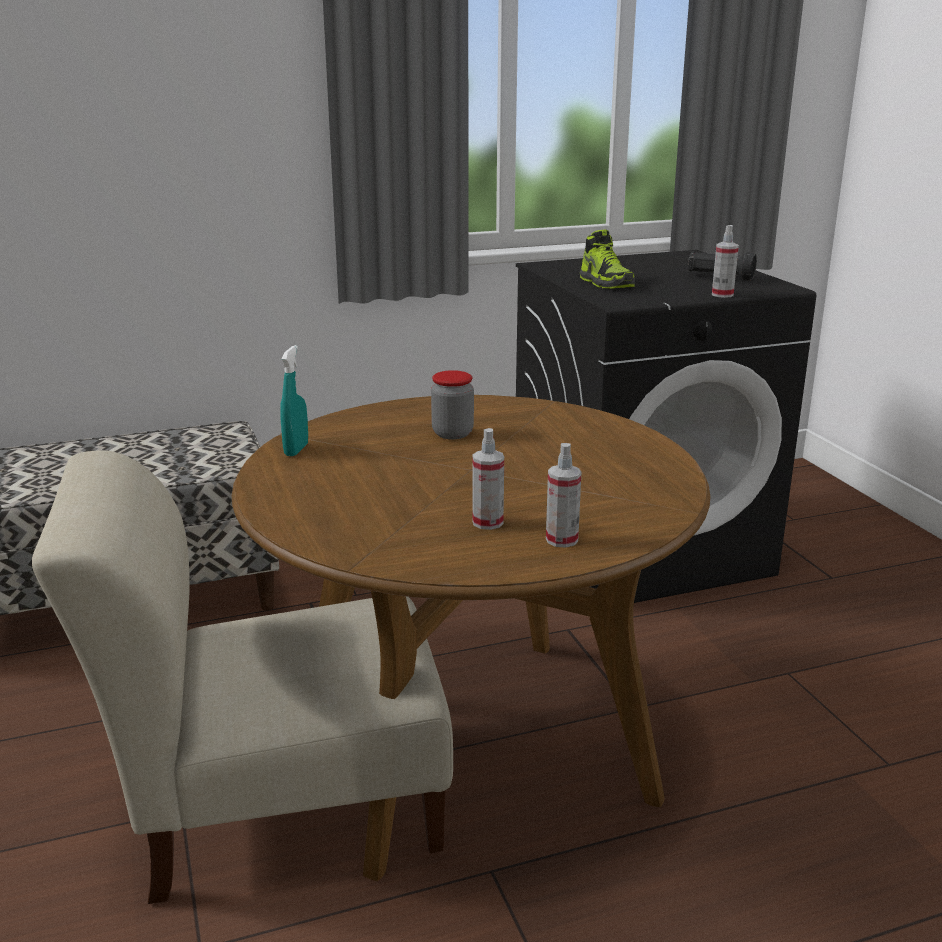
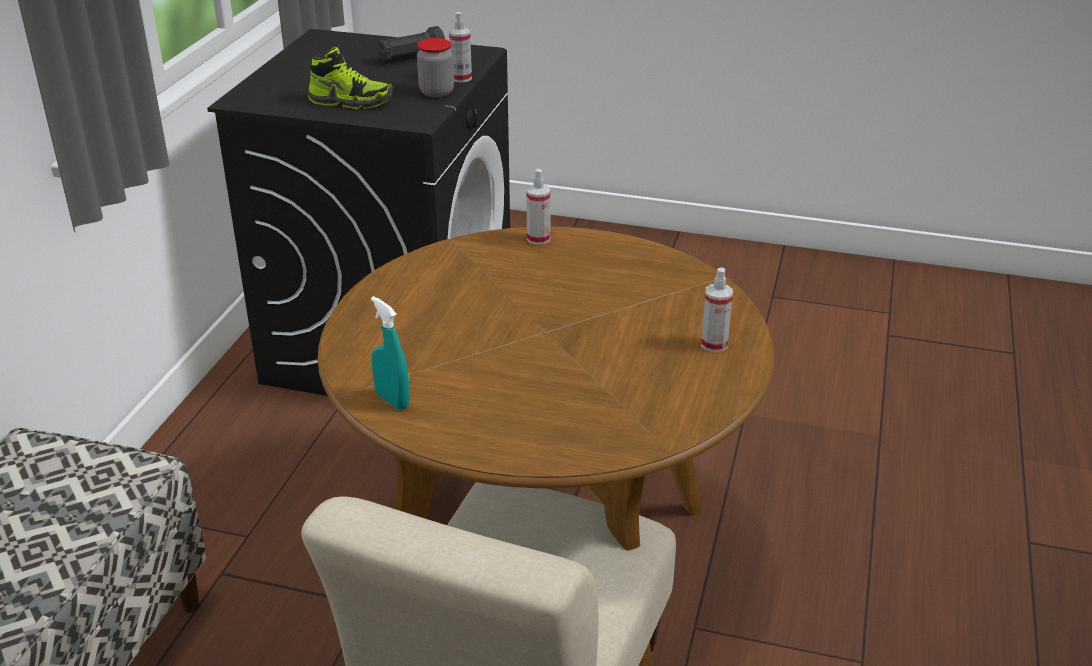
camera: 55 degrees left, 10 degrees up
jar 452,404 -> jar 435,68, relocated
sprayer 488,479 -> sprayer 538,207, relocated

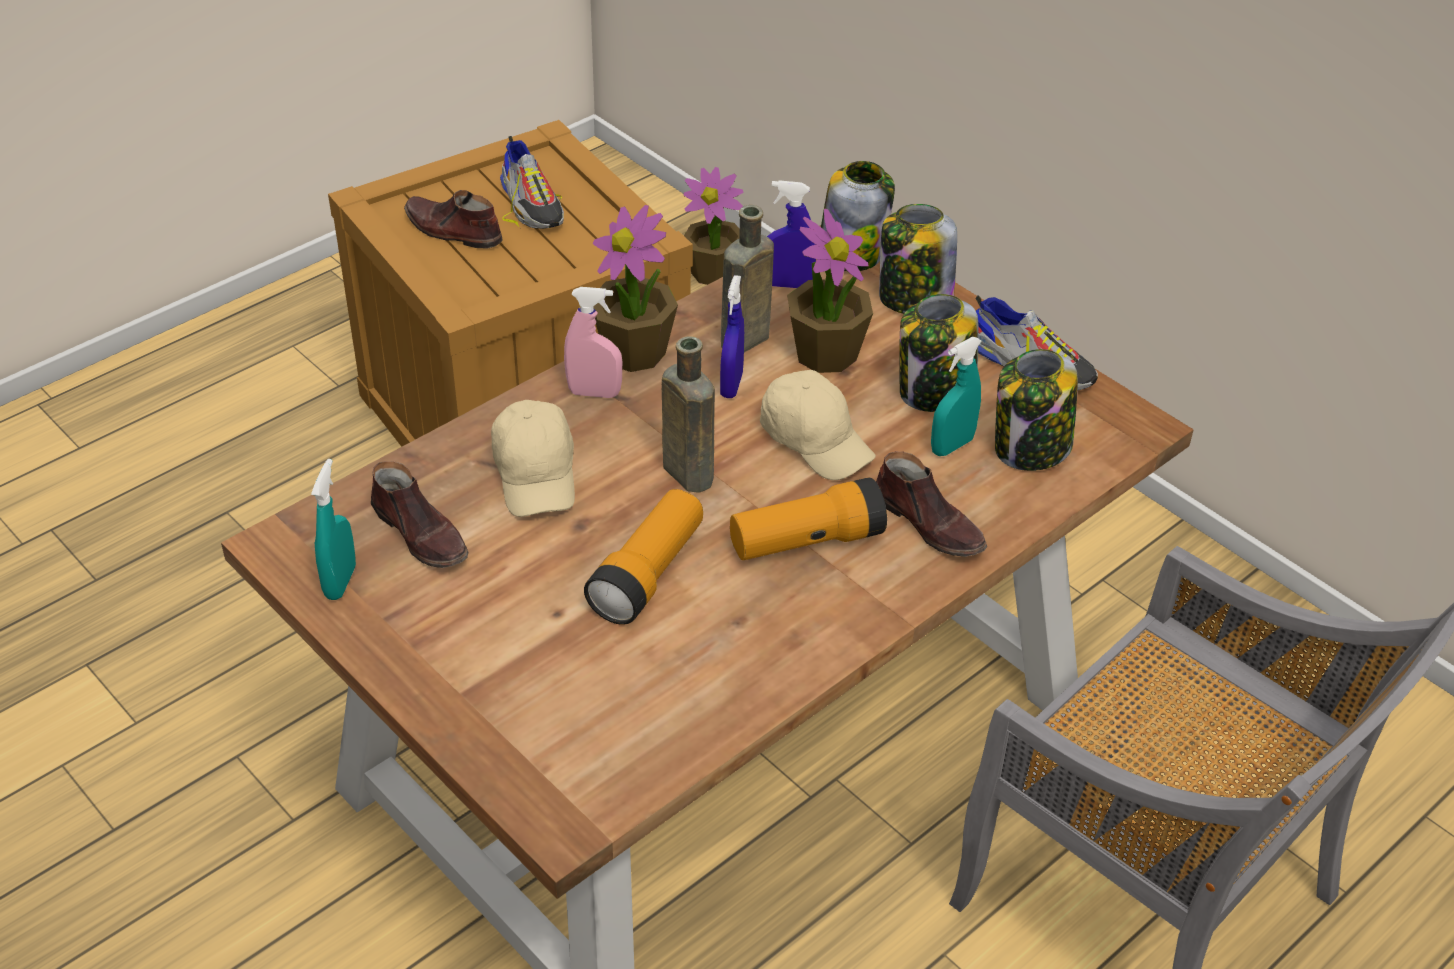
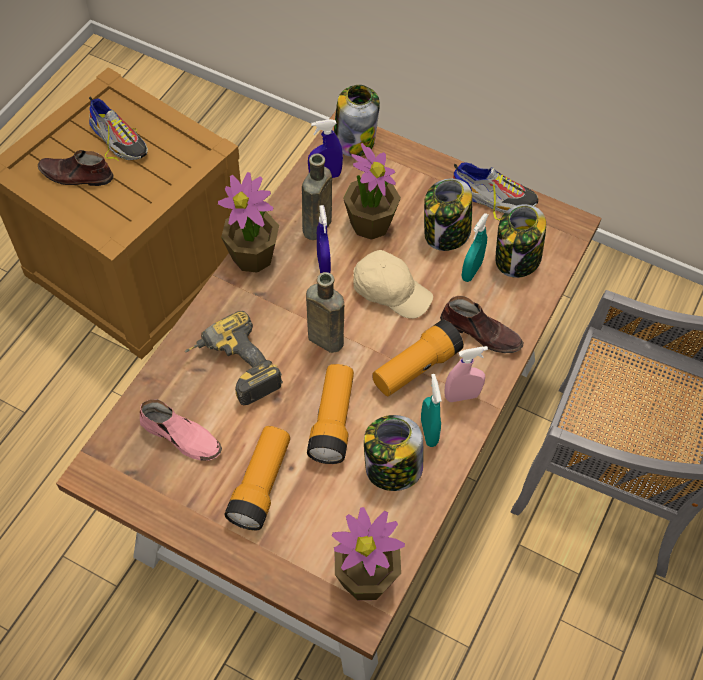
camera: 20 degrees left, 15 degrees up
brown item of footwear 419,514 -> pink item of footwear 181,430
beige-coloured cap 533,458 -> drill 234,358
none -> torch 257,478
plant in a pot 714,226 -> plant in a pot 368,553, relocated
jar 918,259 -> jar 393,453, relocated
turquoise sprayer 333,529 -> turquoise sprayer 431,410, relocated
pink sprayer 593,342 -> pink sprayer 466,374, relocated

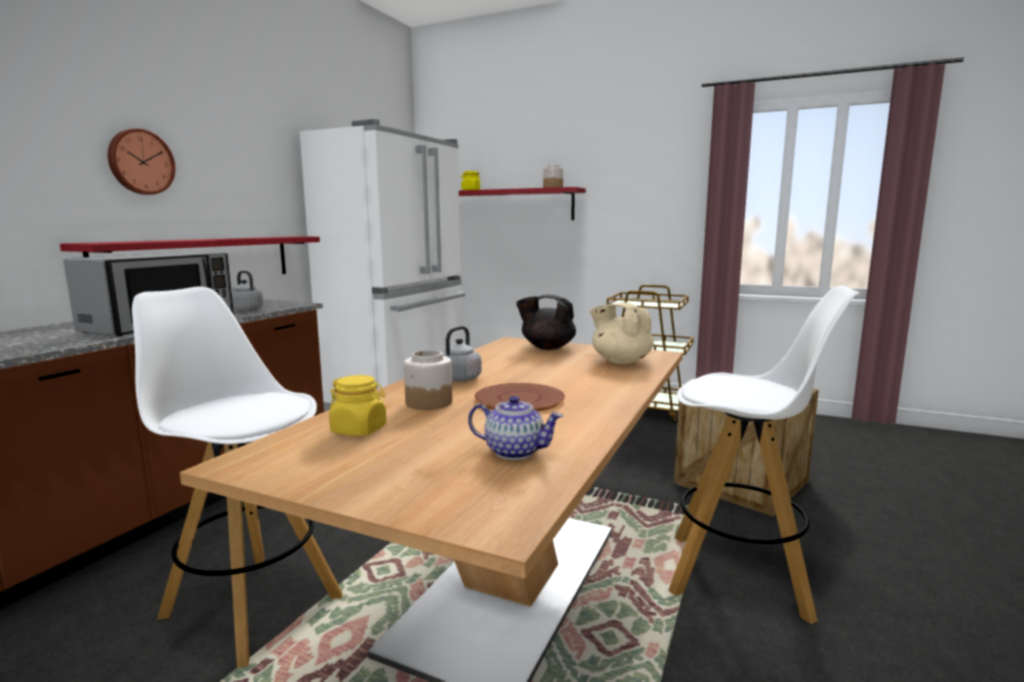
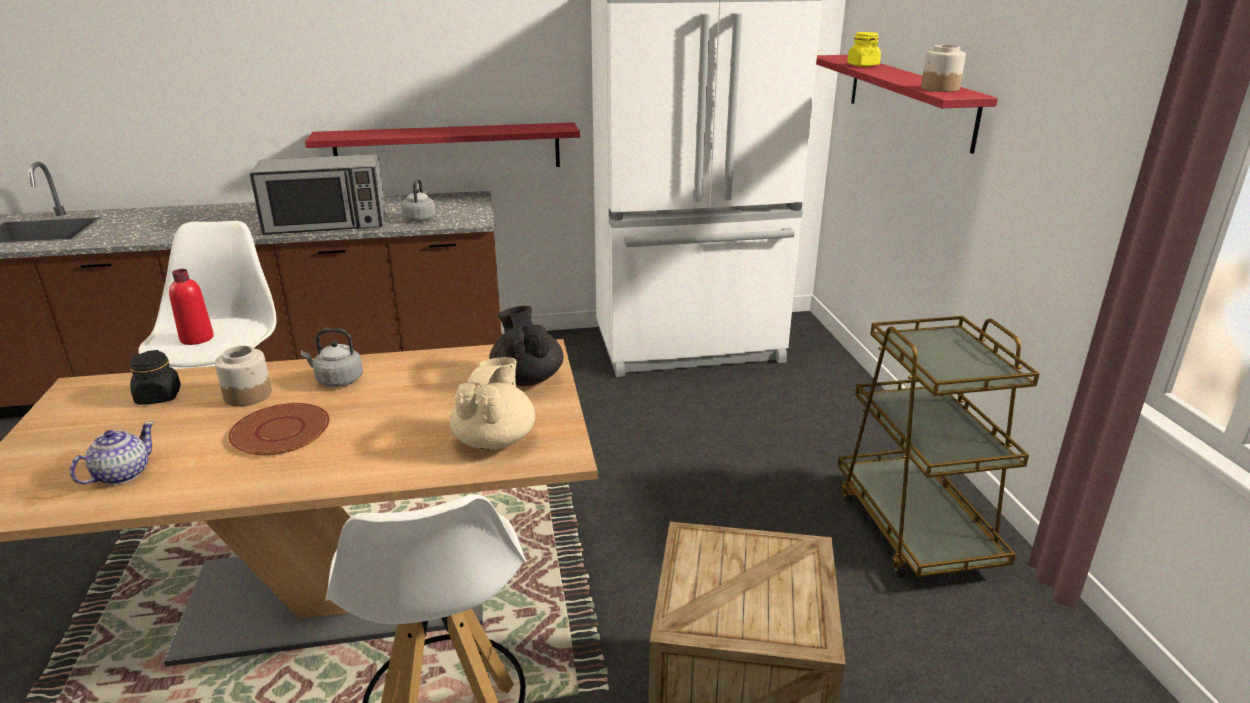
camera: 55 degrees right, 15 degrees up
teapot 515,428 -> teapot 112,453, 135 degrees counterclockwise
yellowish jar 357,405 -> black jar 155,377
none -> red-coloured beverage bottle 191,307
hanging clock 141,162 -> none

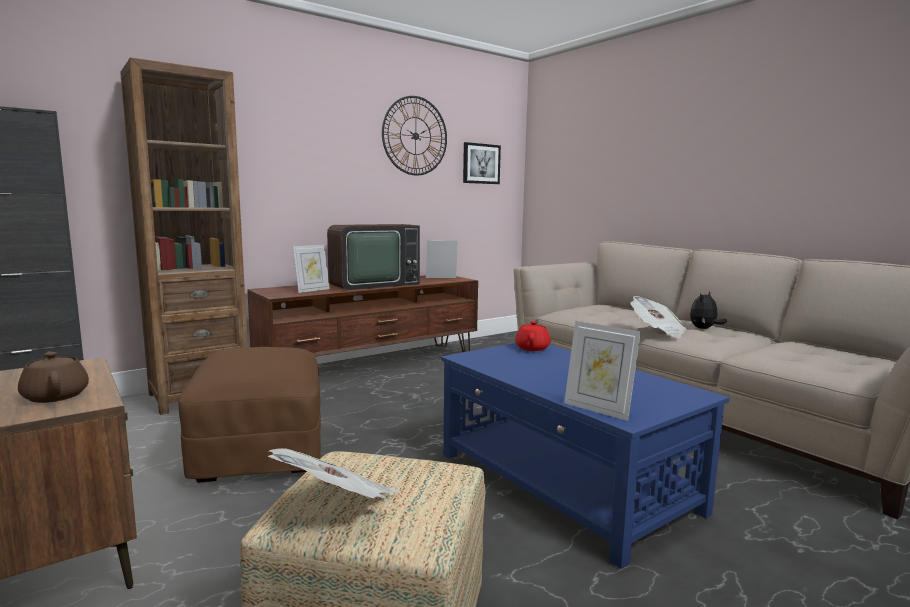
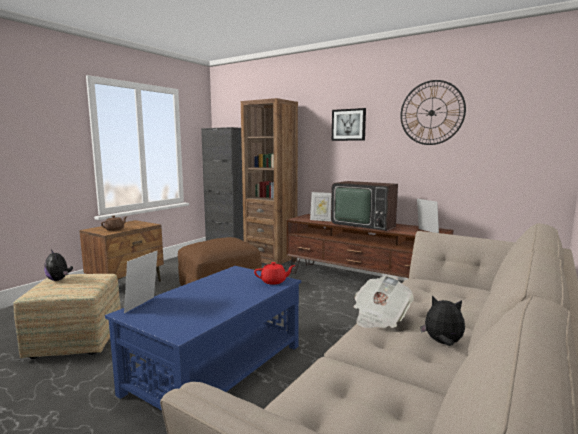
camera: 70 degrees right, 0 degrees up
printed paper 334,473 -> cuddly toy 58,265
picture 482,163 -> picture 349,124, relocated

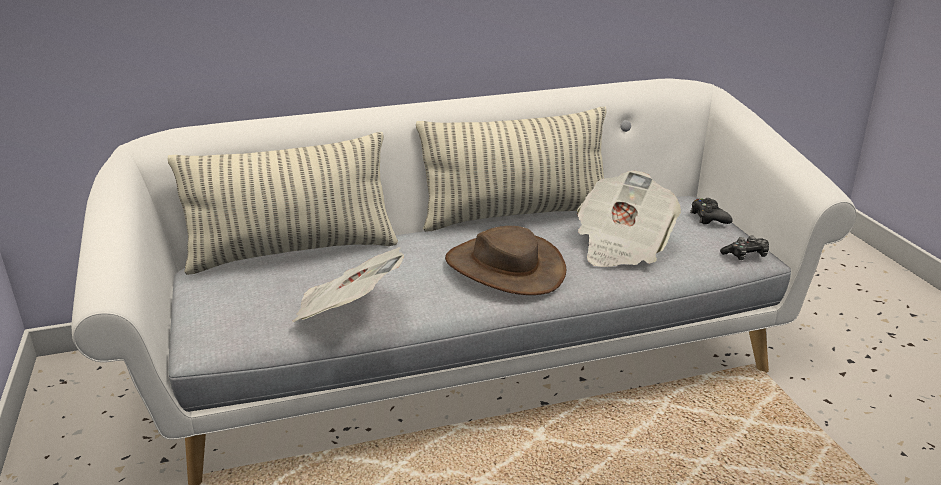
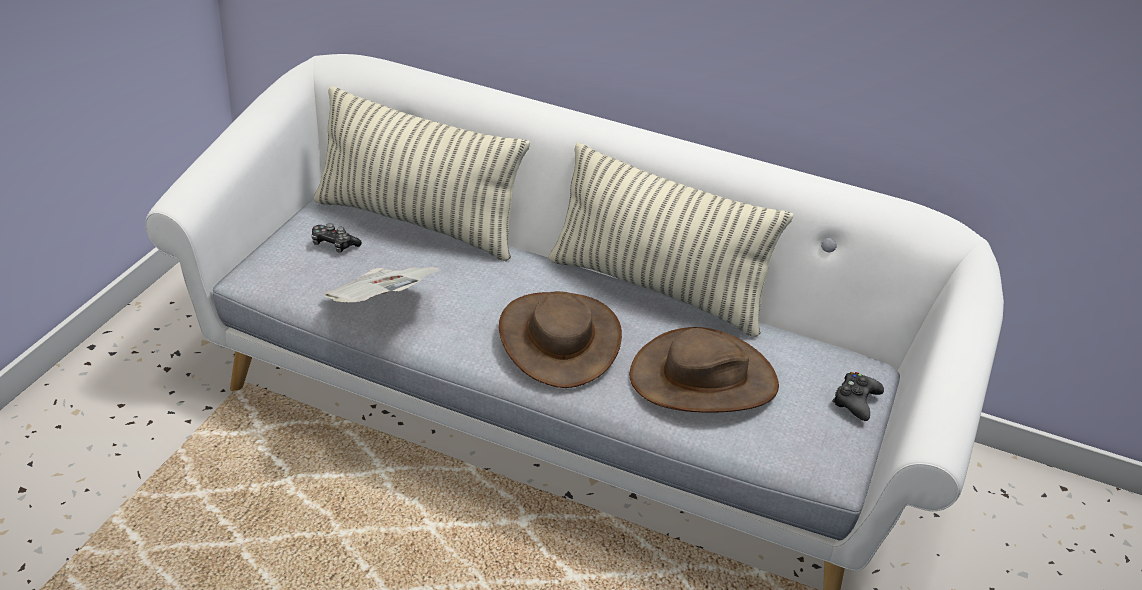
camera: 35 degrees right, 10 degrees up
gamepad 744,248 -> gamepad 337,238, relocated
printed paper 629,219 -> brown hat 704,370

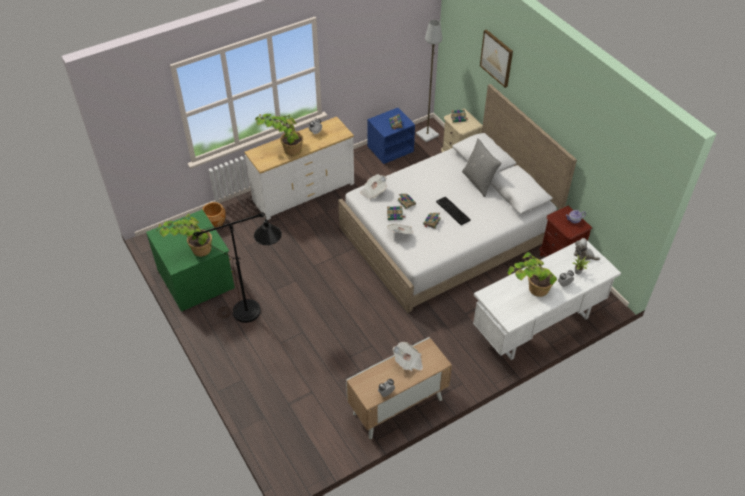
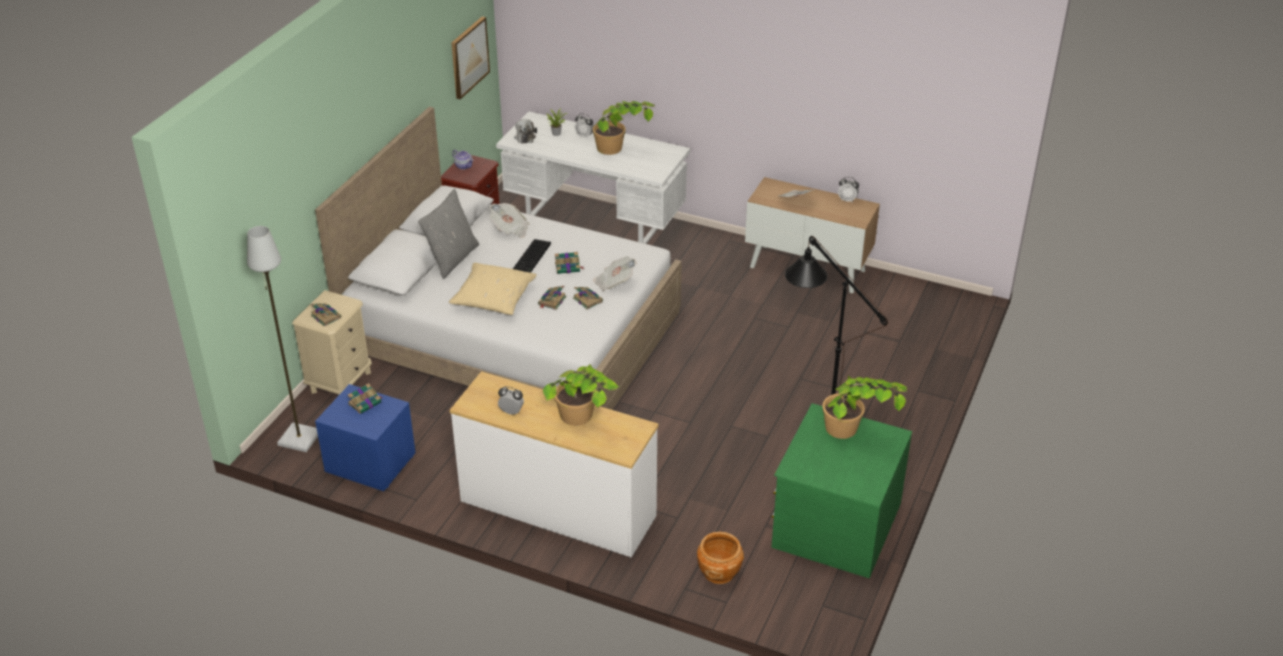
camera: 125 degrees left, 10 degrees down
none -> beige-coloured cushion 493,289
picture 496,58 -> picture 470,58, relocated
printed paper 373,187 -> printed paper 509,220, relocated

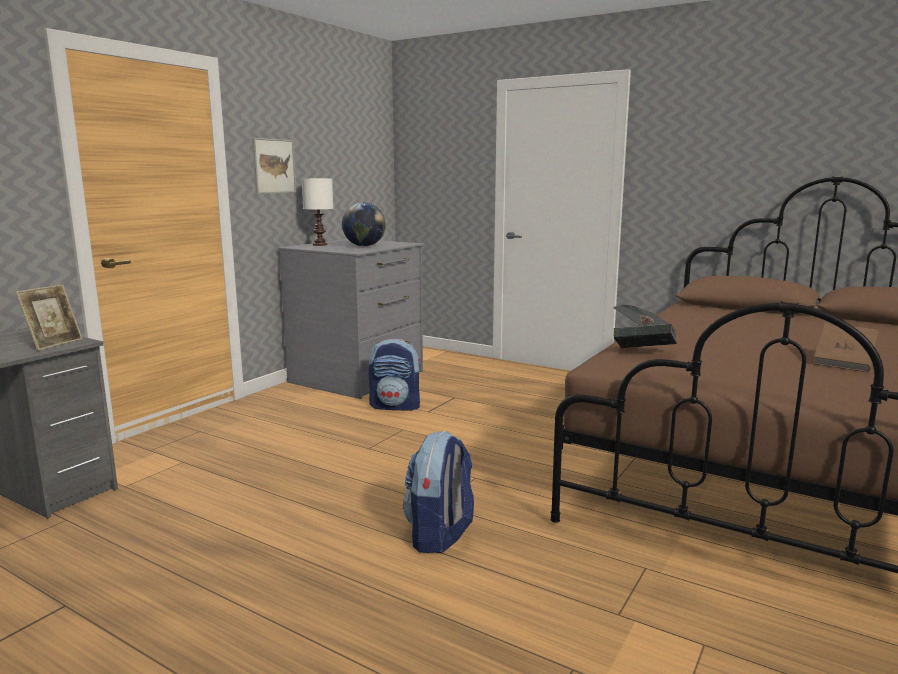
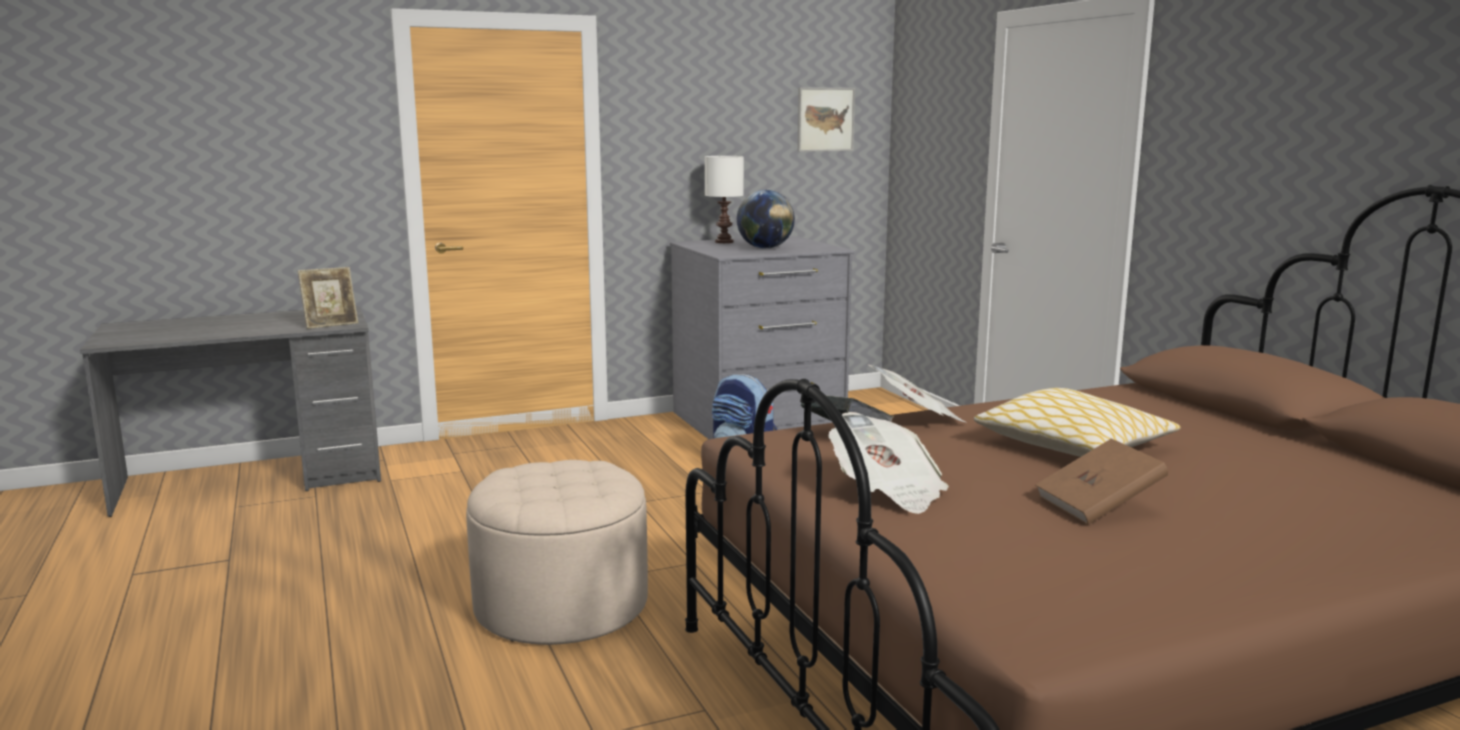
camera: 35 degrees right, 0 degrees up
knapsack 438,492 -> beige-coloured ottoman 557,552
picture 274,166 -> picture 826,119, relocated
none -> printed paper 889,463
none -> cushion 1077,422

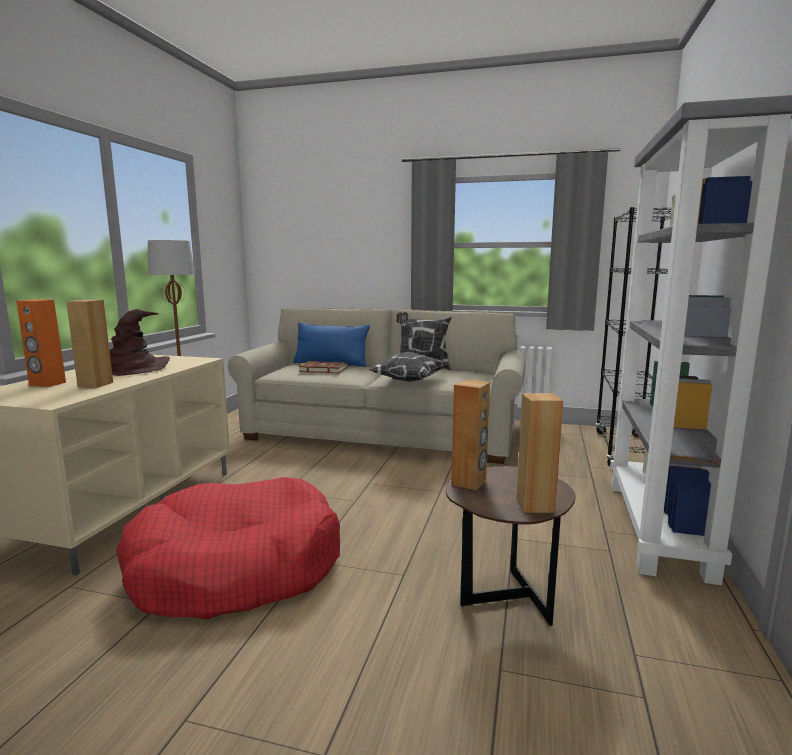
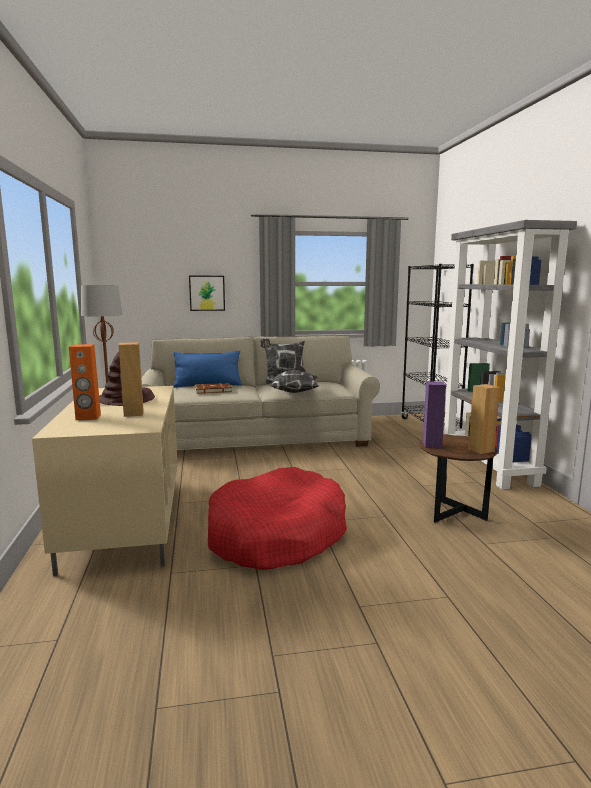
camera: 25 degrees left, 0 degrees up
none -> picture 207,293
brown loudspeaker 470,434 -> purple loudspeaker 434,415

